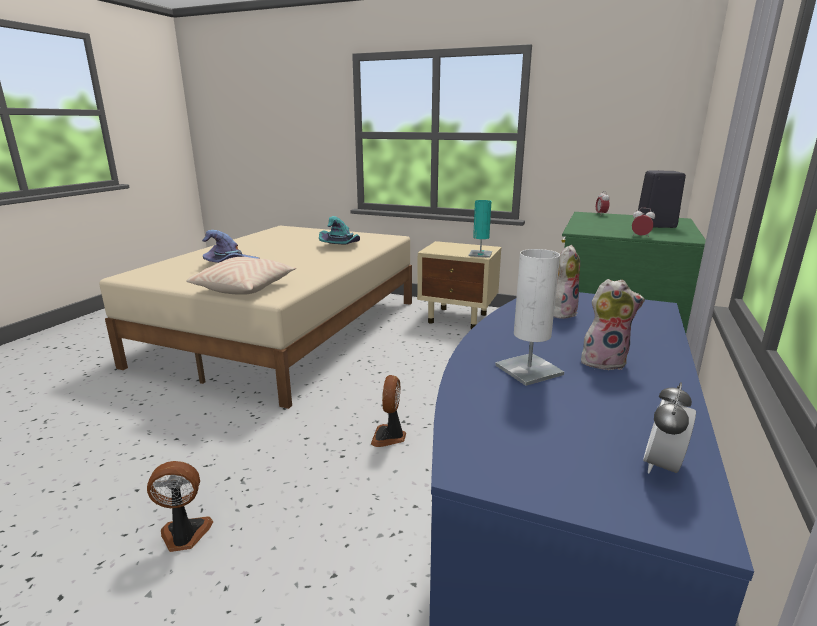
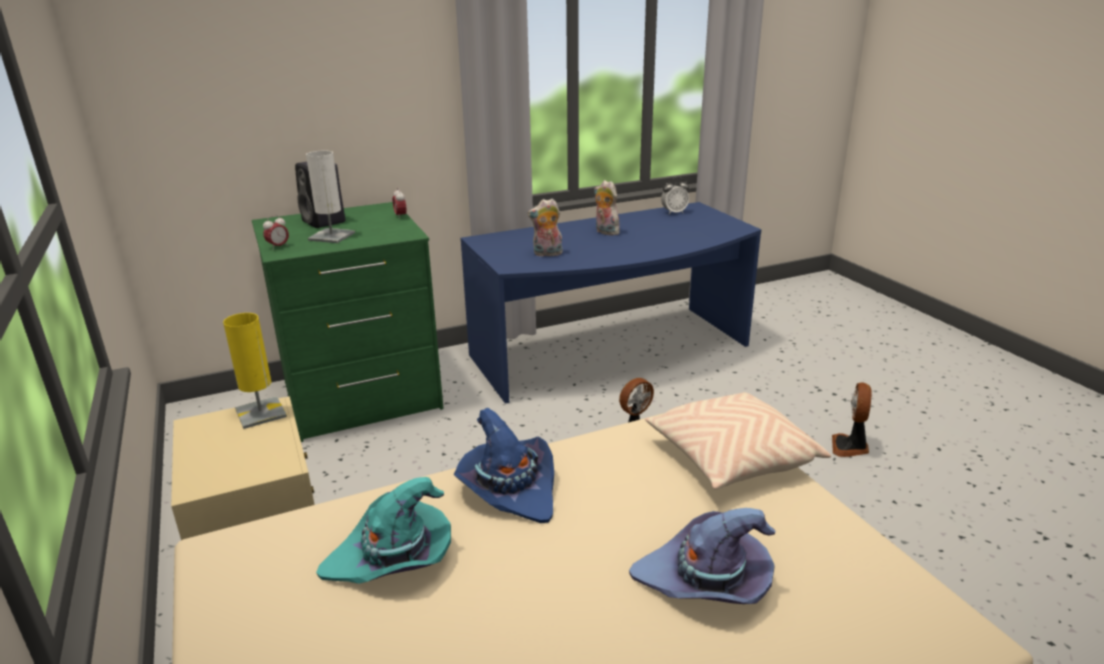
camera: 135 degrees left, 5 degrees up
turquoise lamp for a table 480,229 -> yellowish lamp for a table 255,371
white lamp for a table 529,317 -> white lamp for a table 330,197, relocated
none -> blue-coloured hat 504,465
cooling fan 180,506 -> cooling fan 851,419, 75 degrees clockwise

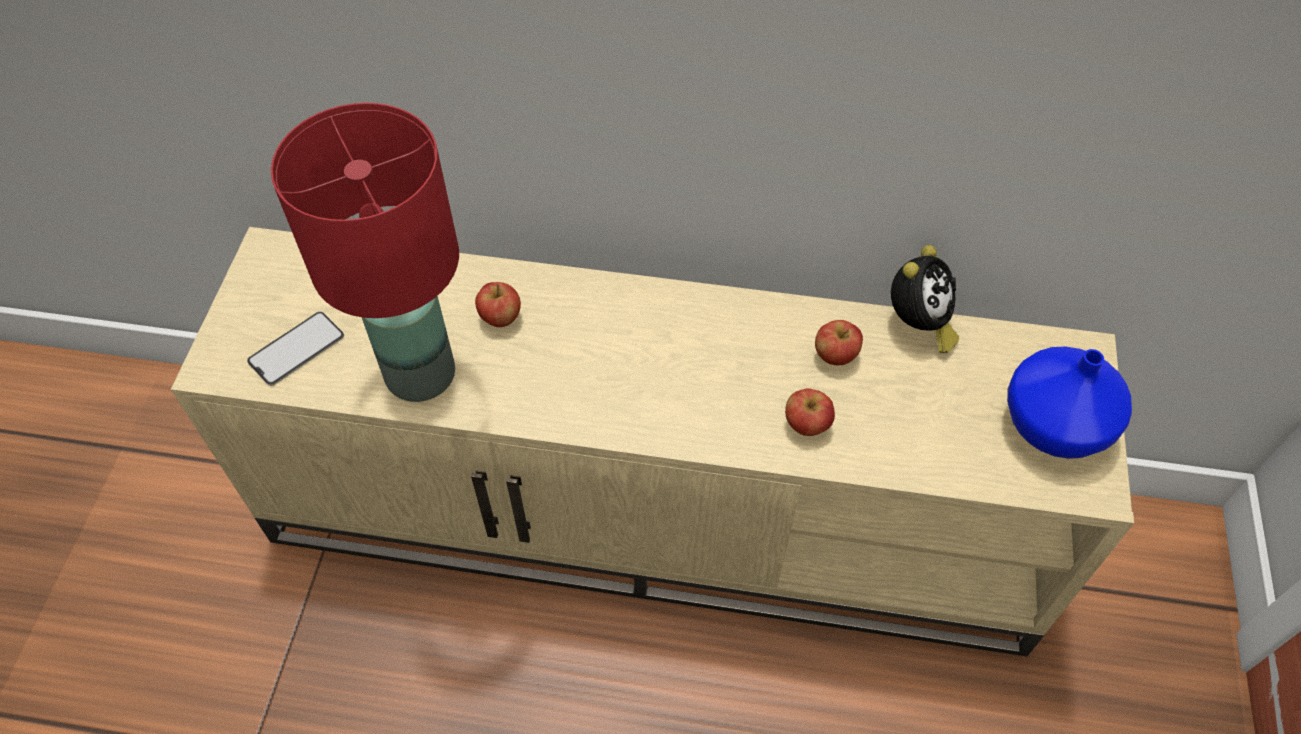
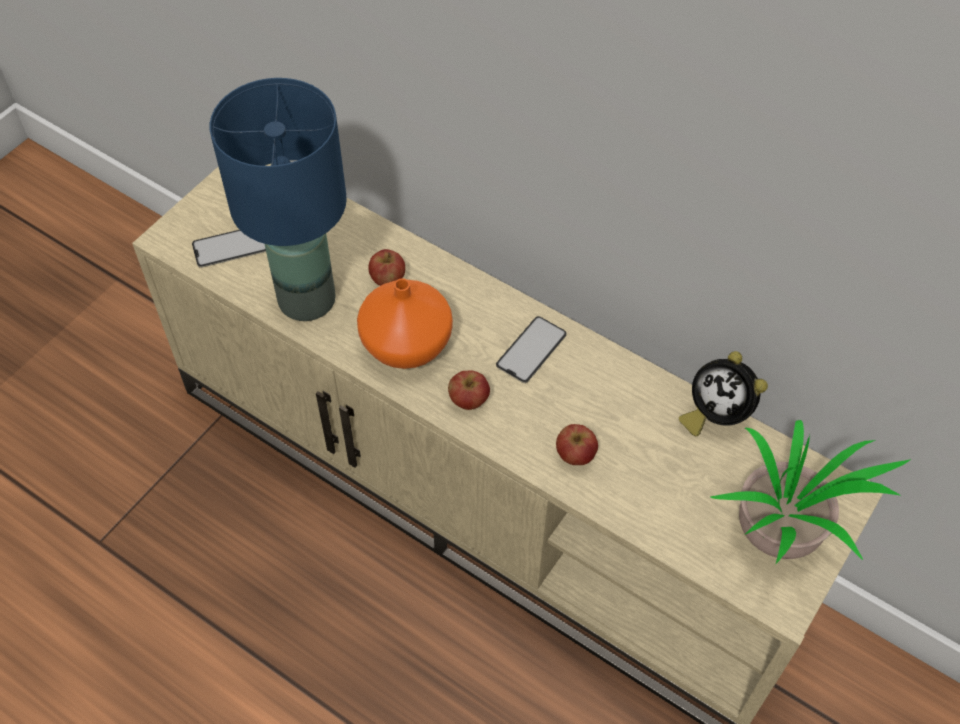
camera: 25 degrees right, 0 degrees up
red-coloured lamp for a table 365,252 -> blue-coloured lamp for a table 278,199
none -> orange-coloured flower vase 405,323
apple 839,342 -> apple 469,390, relocated
none -> telephone 531,349
alarm clock 925,299 -> alarm clock 723,393, 75 degrees clockwise
blue-coloured flower vase 1069,402 -> plant in a pot 810,492

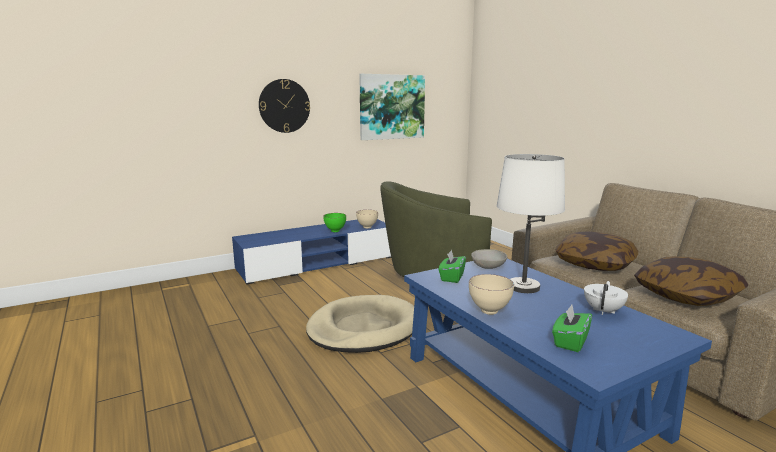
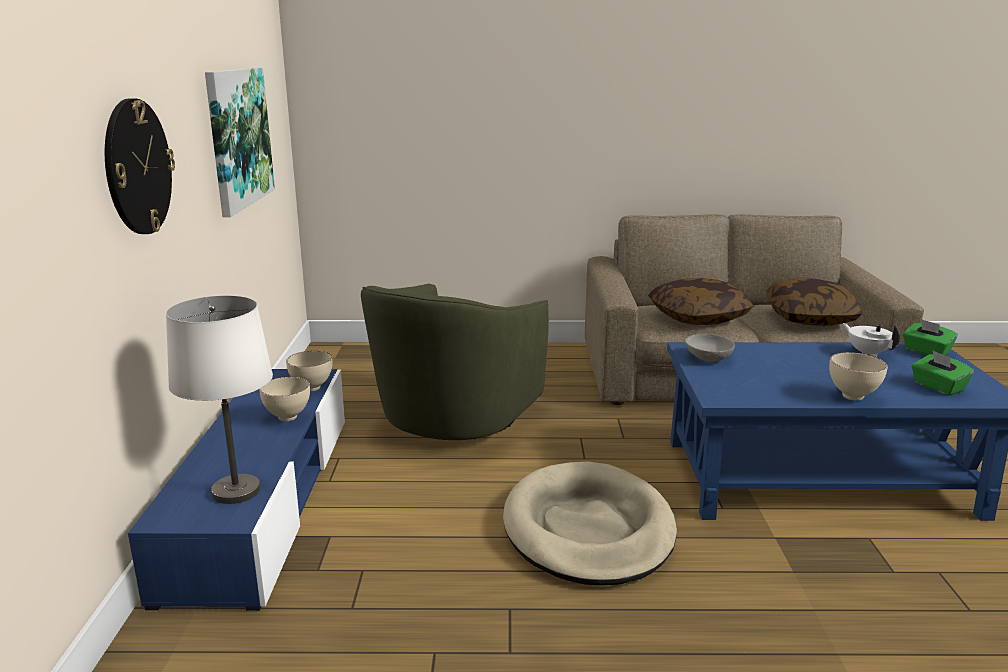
camera: 60 degrees left, 5 degrees up
white lamp for a table 530,223 -> white lamp for a table 219,400, relocated
green-coloured bowl 334,222 -> beige-coloured bowl 284,399
green-coloured tissue holder 452,266 -> green-coloured tissue holder 930,337, relocated

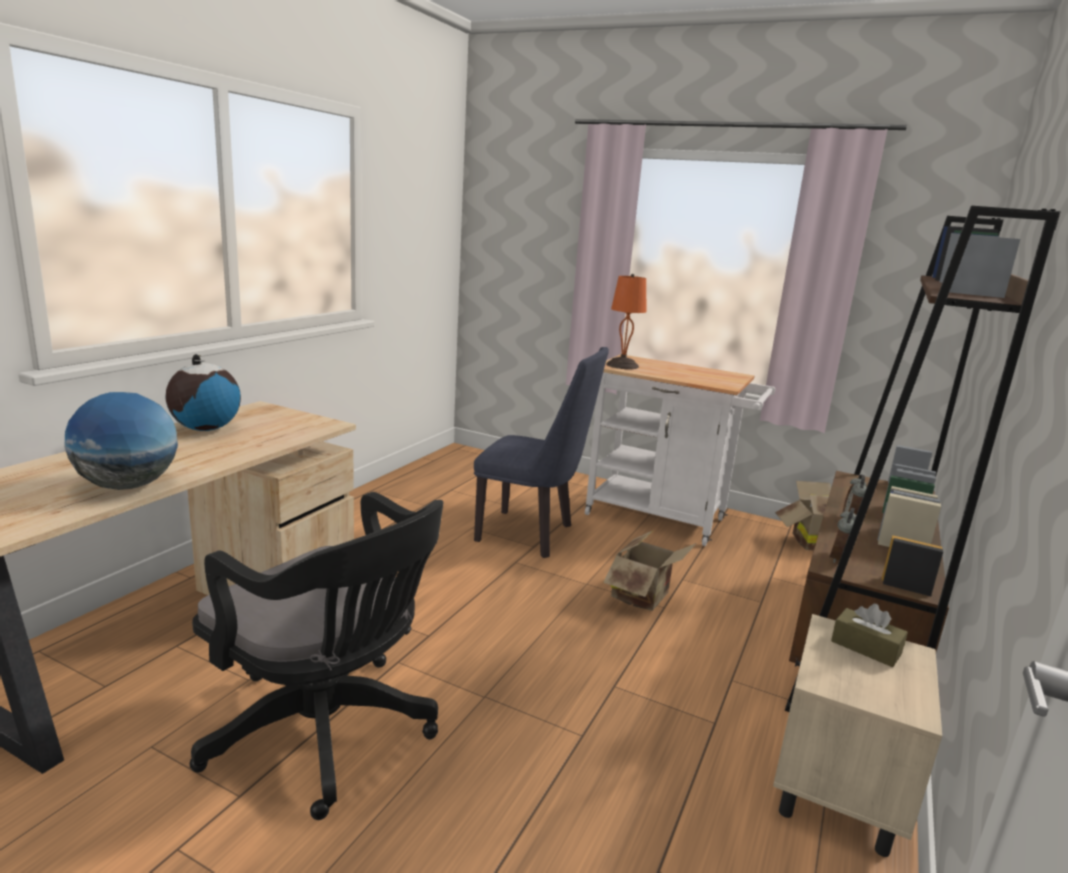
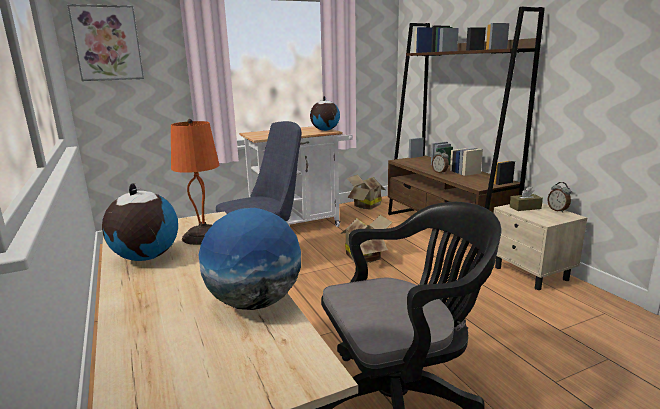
camera: 50 degrees left, 0 degrees up
none -> picture 105,42
orange-coloured lamp for a table 626,321 -> orange-coloured lamp for a table 195,182, relocated
none -> globe 325,113
alarm clock 842,535 -> alarm clock 559,197, relocated

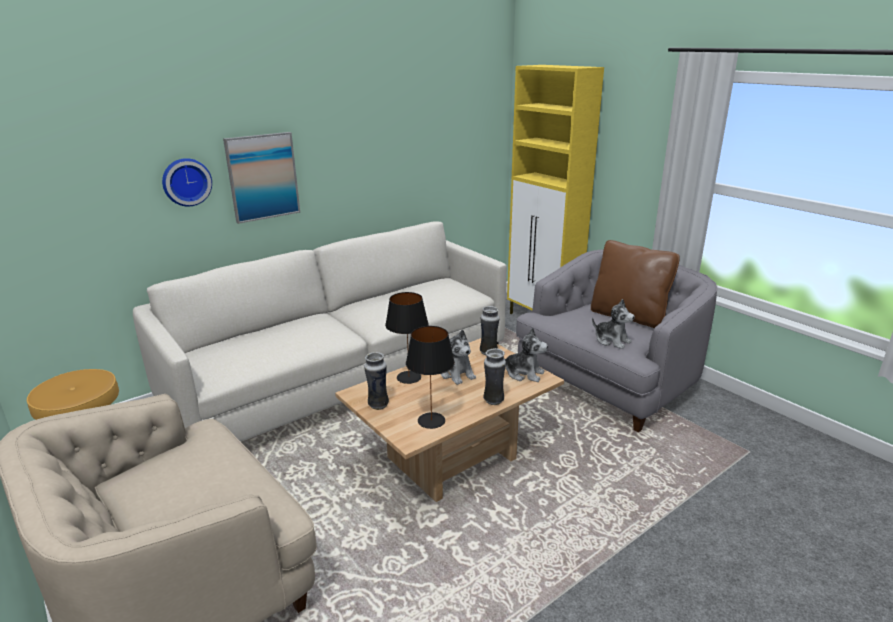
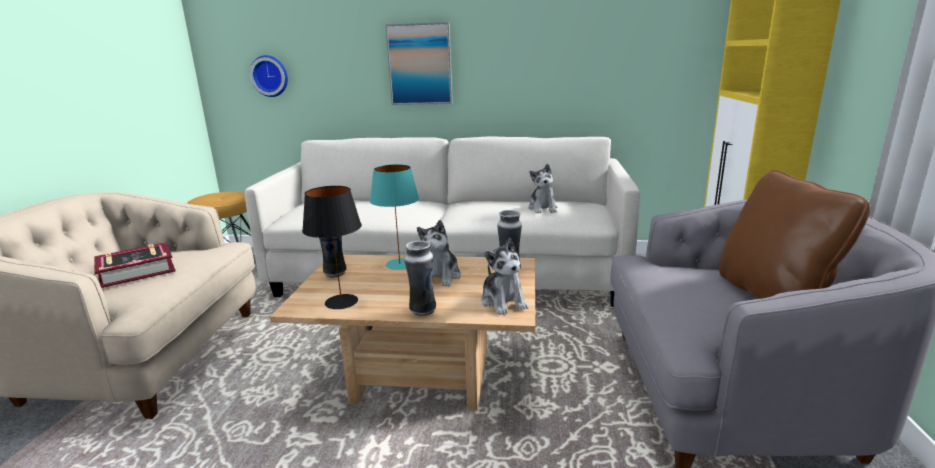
camera: 45 degrees right, 5 degrees down
none -> book 135,265
hanging clock 187,182 -> hanging clock 269,76, relocated
black lamp for a table 407,338 -> turquoise lamp for a table 394,217
cuddly toy 613,324 -> cuddly toy 542,189, relocated

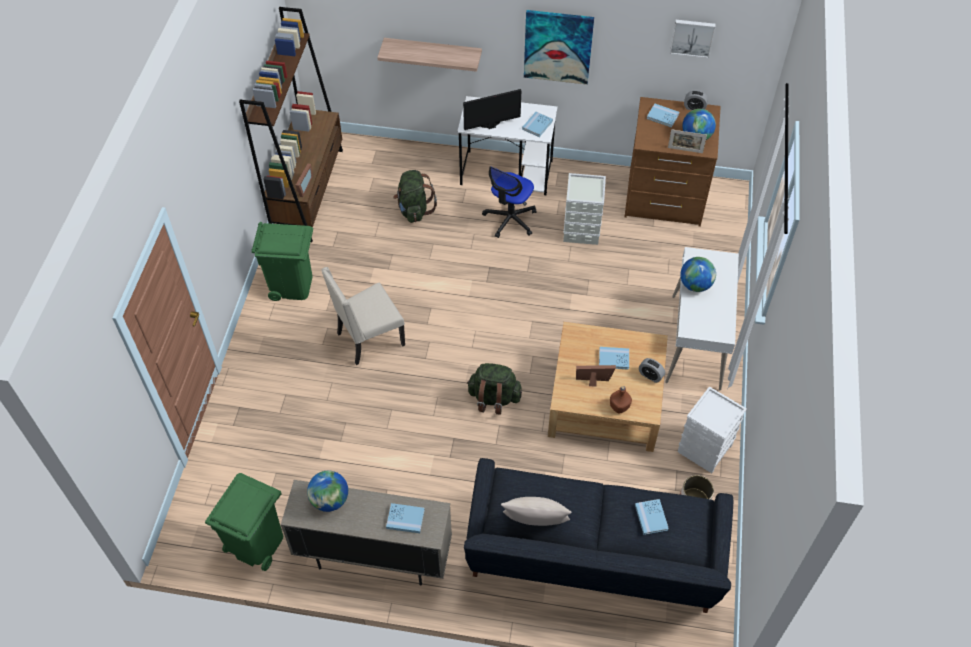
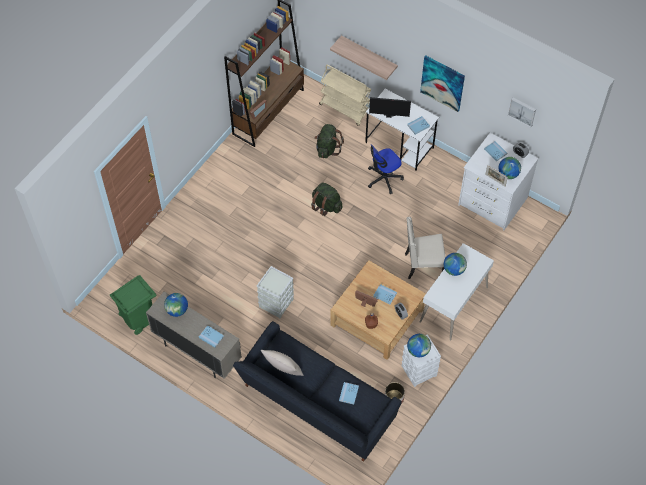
camera: 25 degrees right, 5 degrees up
gray storage bin 584,209 -> gray storage bin 275,292, relocated
green-coloured knapsack 494,389 -> green-coloured knapsack 326,199, relocated
none -> beige-coloured wheeled cart 345,95
beige-coloured chair 363,316 -> beige-coloured chair 425,248, relocated
none -> globe 419,345
brown chest of drawers 673,162 -> white chest of drawers 498,181
green-coloured rubbish bin 282,261 -> none

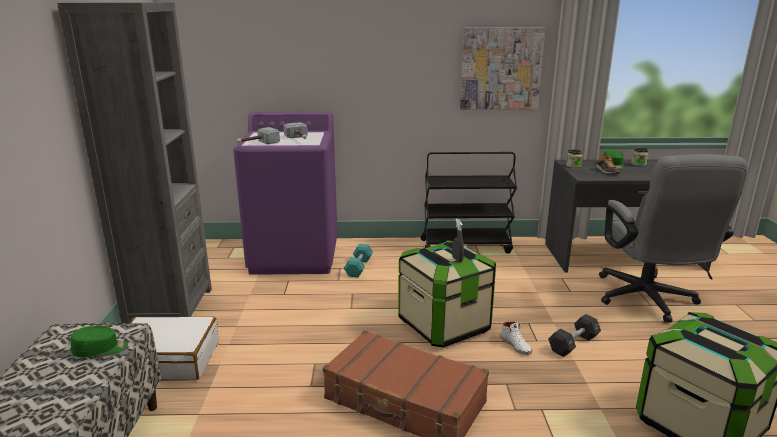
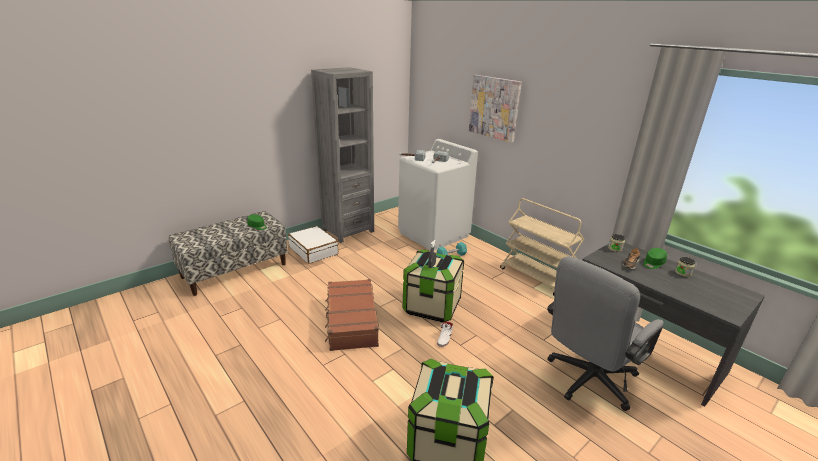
camera: 50 degrees right, 5 degrees up
purple washing machine 285,193 -> white washing machine 438,195
picture 502,68 -> picture 495,109, relocated
black wheeled cart 469,203 -> beige-coloured wheeled cart 542,247
black free weight 574,335 -> none

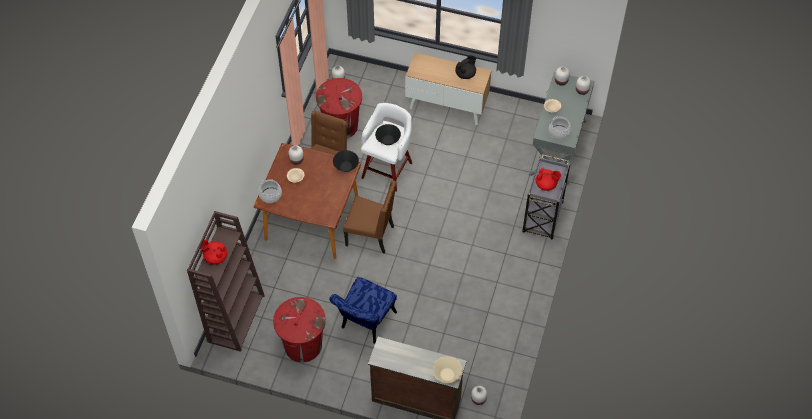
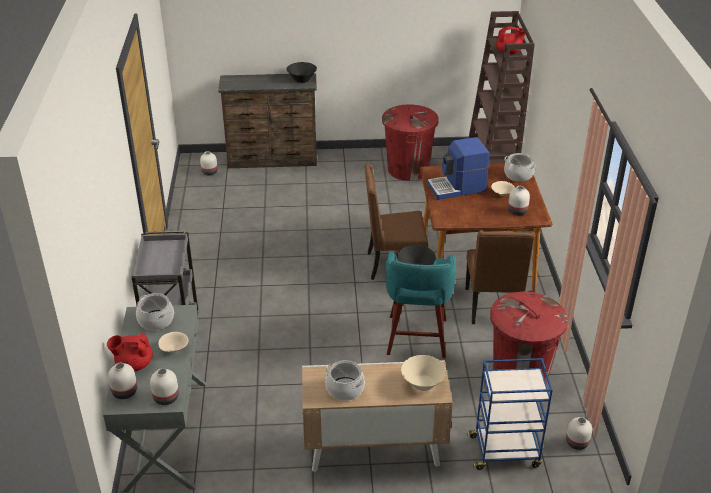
camera: 160 degrees right, 20 degrees down
red-coloured teapot 548,179 -> red-coloured teapot 130,352, relocated
black bowl 346,161 -> black bowl 302,72, relocated
black teapot 465,67 -> stockpot 345,380
white stool seat 386,147 -> turquoise stool seat 420,304
beige-coloured bowl 447,369 -> beige-coloured bowl 423,373, relocated
none -> coffee brewer 458,168
none -> blue-coloured wheeled cart 510,414
blue-coloured chair 363,310 -> none

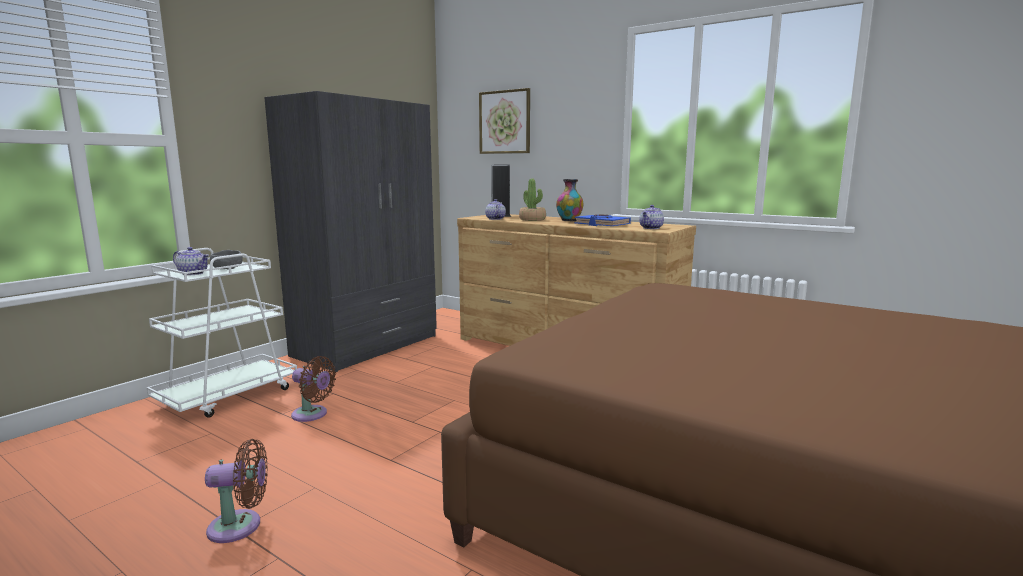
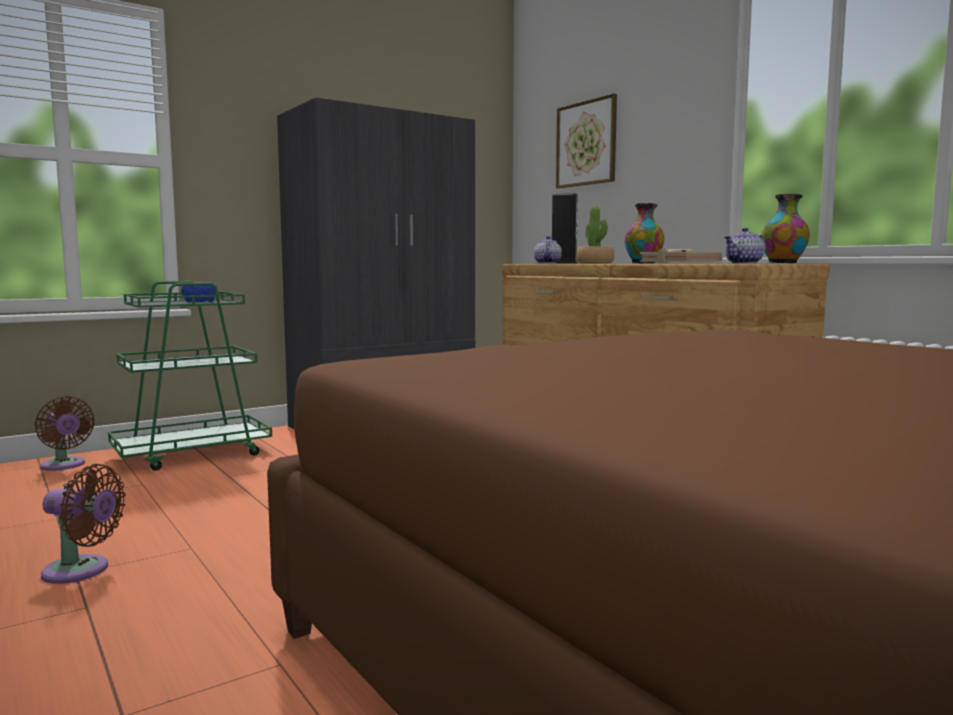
camera: 20 degrees right, 5 degrees down
brown cooling fan 313,389 -> brown cooling fan 65,433, relocated
white wheeled cart 222,333 -> green-coloured wheeled cart 190,376
gray bowl 226,260 -> blue-coloured bowl 199,292
blue-coloured book 603,220 -> beige-coloured book 681,256
none -> flower vase 785,228
teapot 191,261 -> none

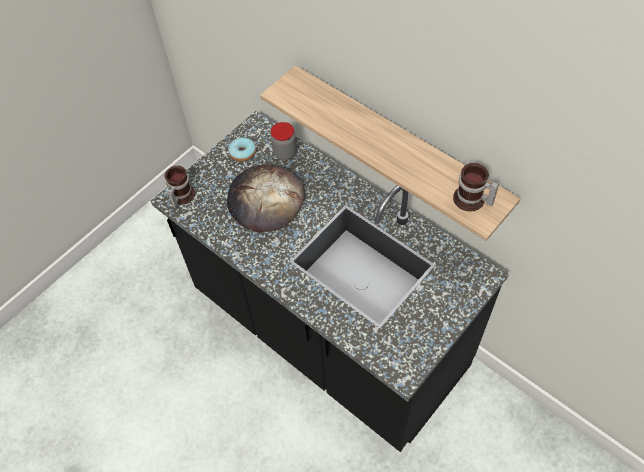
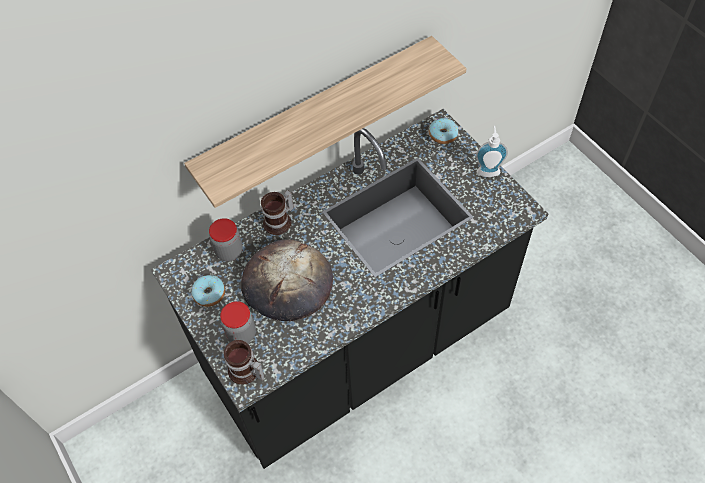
camera: 75 degrees left, 0 degrees up
none -> jar 238,322
coffee mug 476,187 -> coffee mug 277,212, relocated
none -> donut 443,131
none -> soap bottle 492,151

